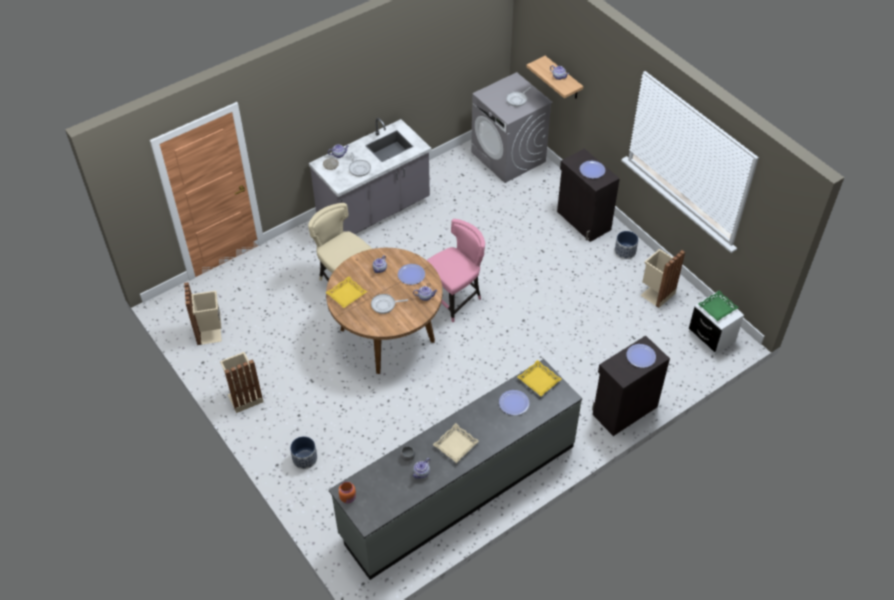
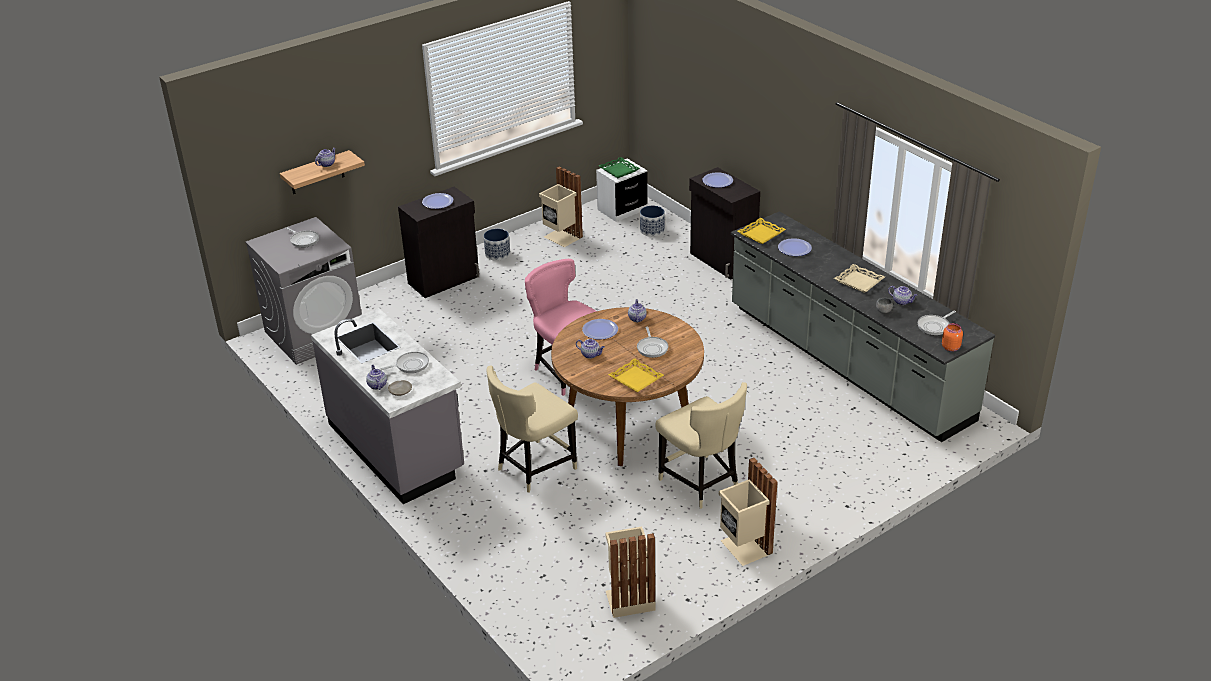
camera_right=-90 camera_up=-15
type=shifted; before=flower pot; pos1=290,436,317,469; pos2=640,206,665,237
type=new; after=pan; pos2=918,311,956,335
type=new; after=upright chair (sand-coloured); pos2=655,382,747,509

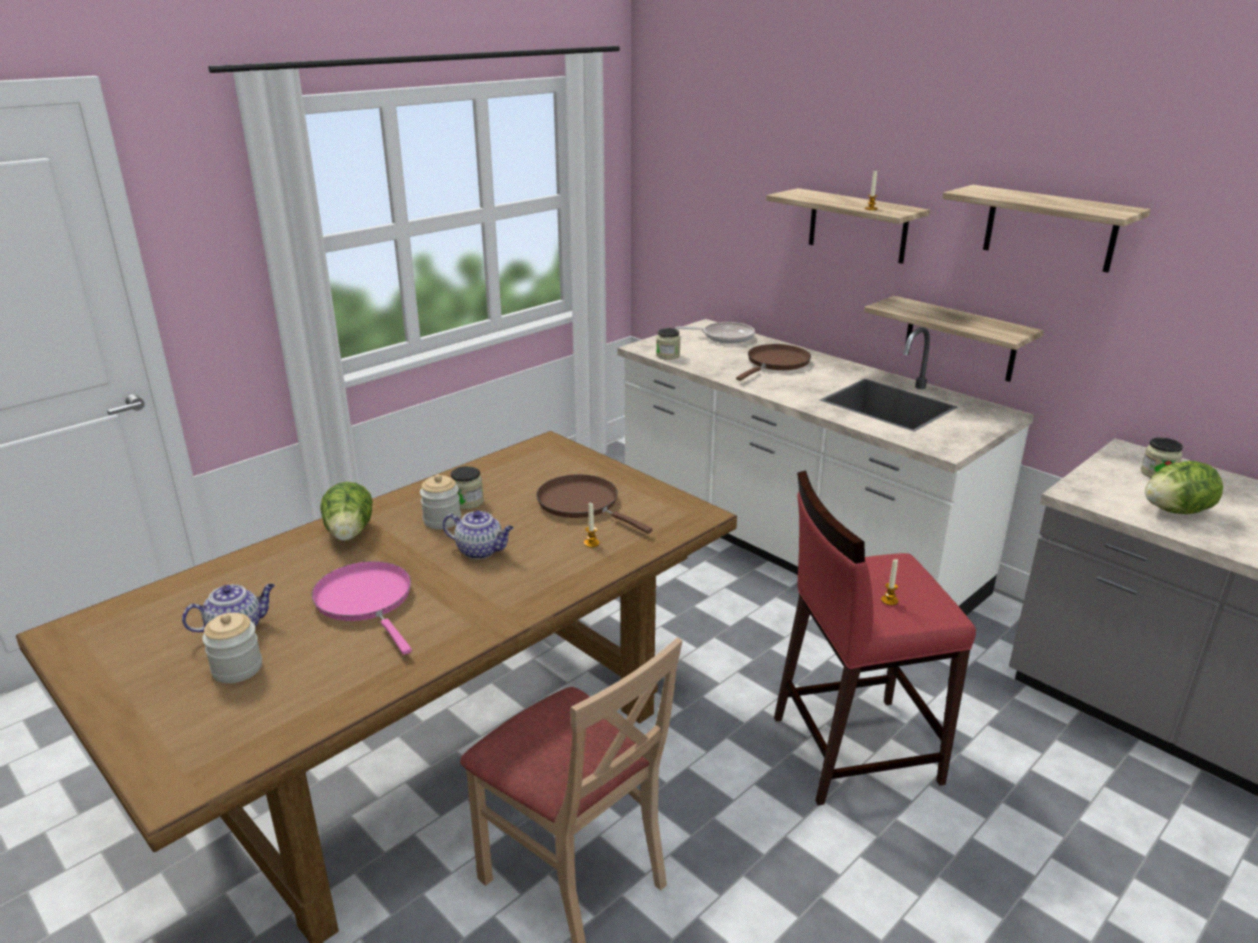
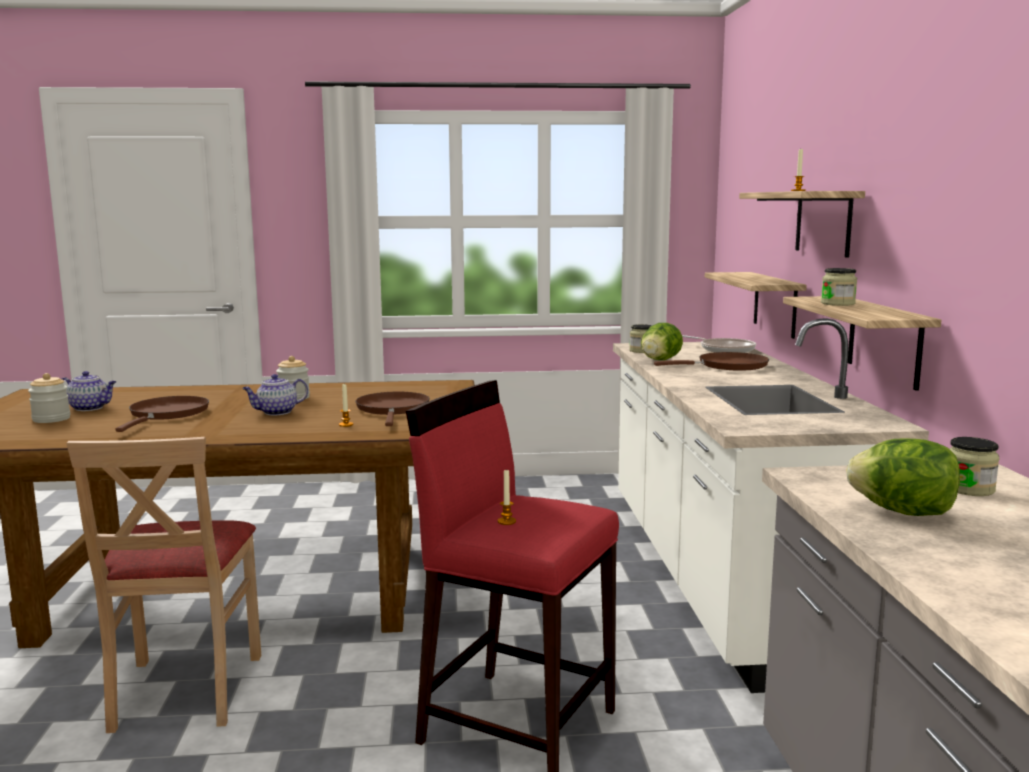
camera_right=40 camera_up=-15
type=shifted; before=wall shelf; pos1=942,185,1151,273; pos2=705,272,807,339
type=shifted; before=jar; pos1=451,466,484,509; pos2=821,268,857,306
type=shifted; before=lettuce; pos1=320,482,373,541; pos2=641,323,683,360
type=rotated; before=teapot; pos1=443,510,514,559; pos2=242,374,308,415; turn=90
type=repainted; before=pan (pinkish); after=pan (brownish); pos1=312,561,412,655; pos2=116,396,209,432

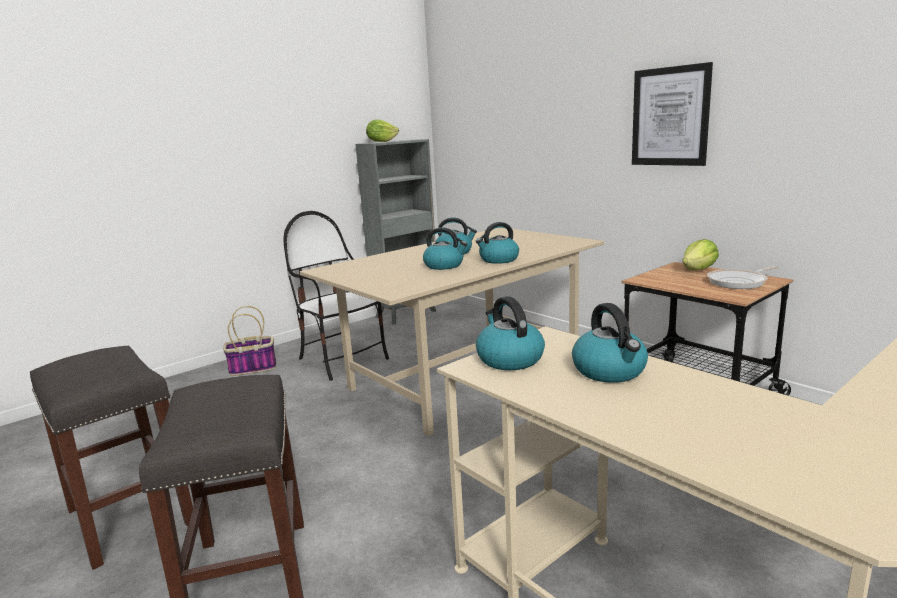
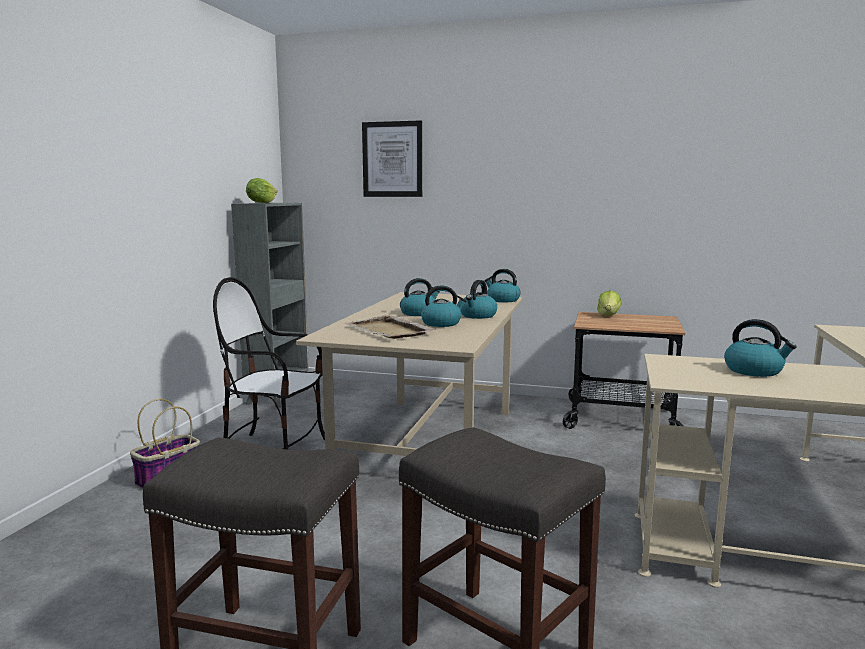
camera_right=-35 camera_up=-5
type=shifted; before=wall picture; pos1=632,62,713,166; pos2=362,120,422,197
type=gone; before=pan; pos1=707,266,779,289
type=shifted; before=tea kettle; pos1=476,296,545,370; pos2=485,269,521,302
type=new; after=carrying tray (sand-coloured); pos2=343,315,436,339

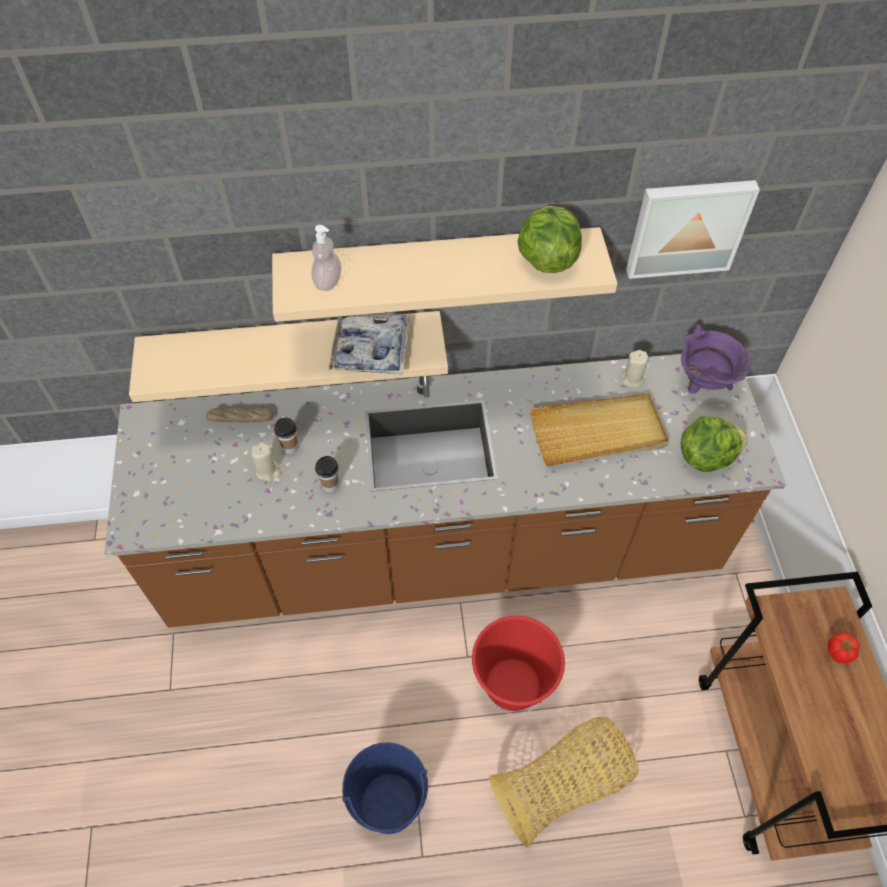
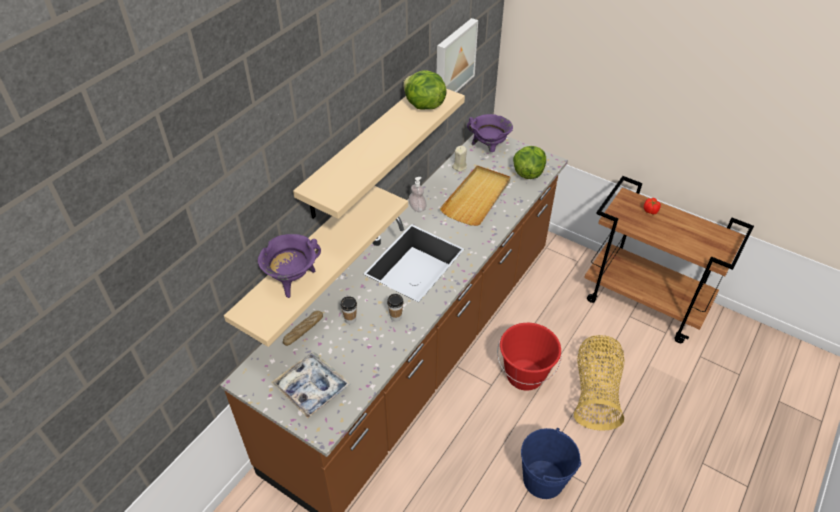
camera_right=-50 camera_up=-10
type=shifted; before=soap dispenser; pos1=311,225,341,291; pos2=409,177,427,212
type=shifted; before=carrying tray; pos1=328,313,410,375; pos2=271,352,351,418
type=gone; before=wax light (sand-coloured); pos1=251,442,280,481
type=new; after=cooking pot (purple); pos2=258,234,321,298

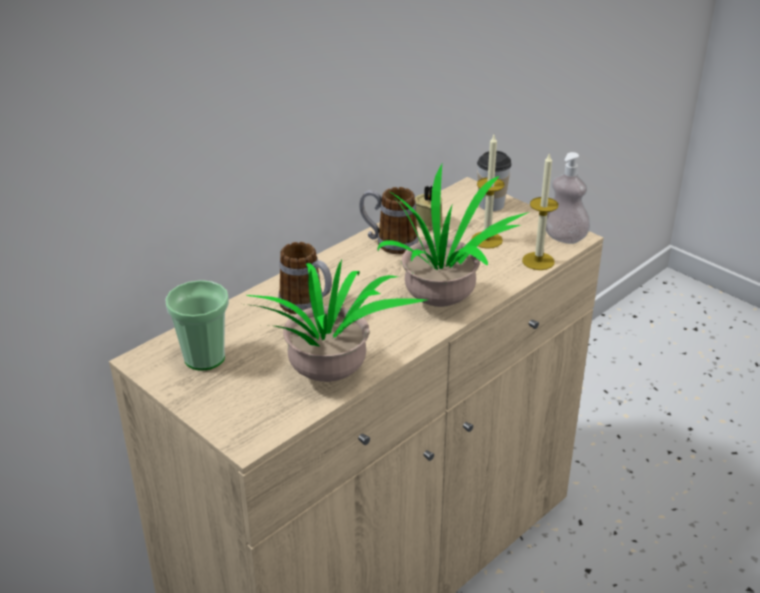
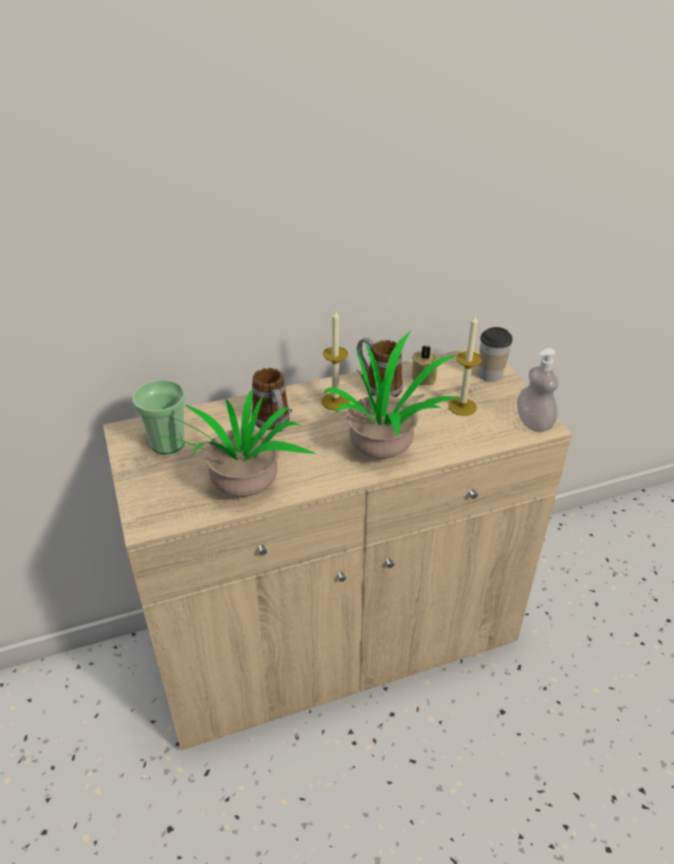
camera_right=25 camera_up=5
type=shifted; before=wax light; pos1=522,152,558,270; pos2=321,309,350,411

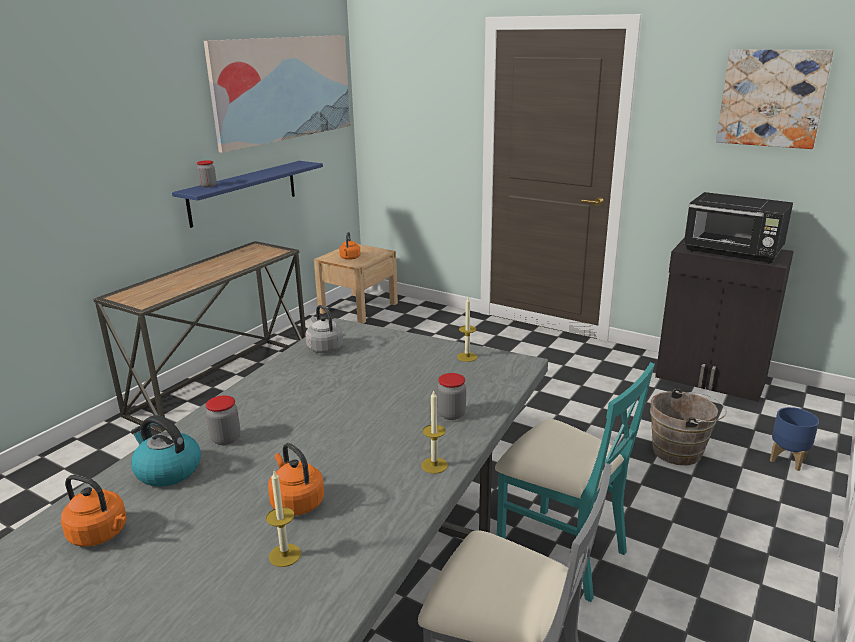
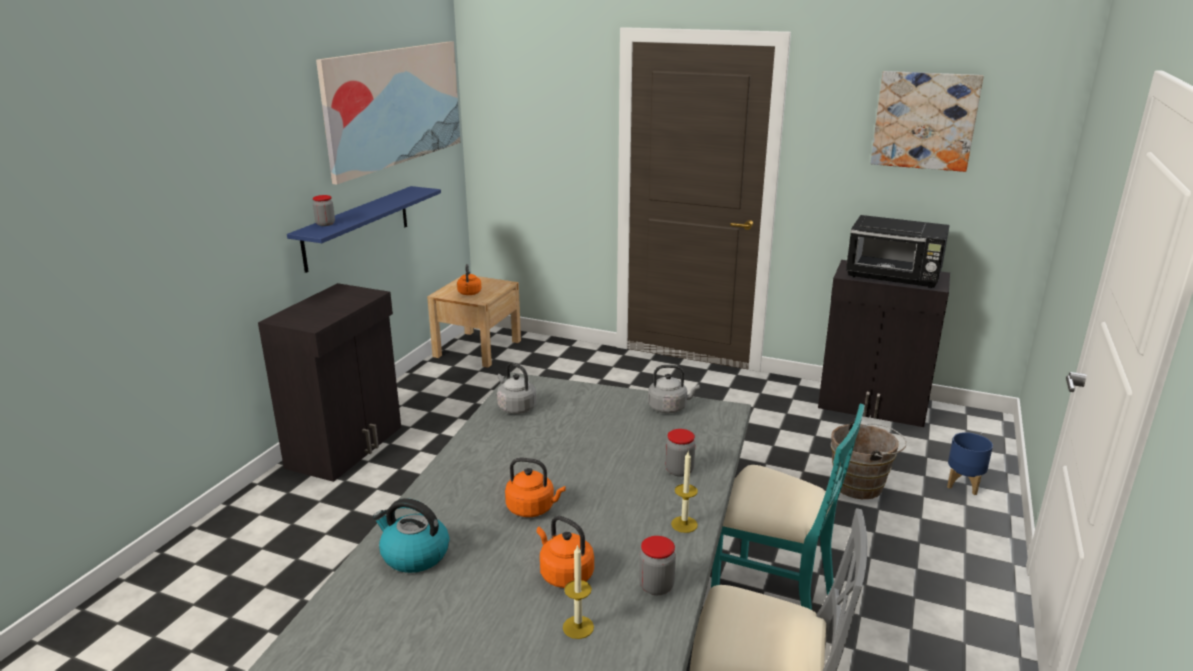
camera_right=-10 camera_up=0
type=swapped; before=hall table; after=storage cabinet (black-coloured); pos1=93,241,306,433; pos2=258,283,401,482
type=swapped; before=wax light; after=tea kettle (gray); pos1=457,297,477,362; pos2=648,365,700,413
type=shifted; before=jar; pos1=206,395,240,445; pos2=639,536,676,595
type=shifted; before=tea kettle (orange-coloured); pos1=61,475,127,547; pos2=505,458,566,517

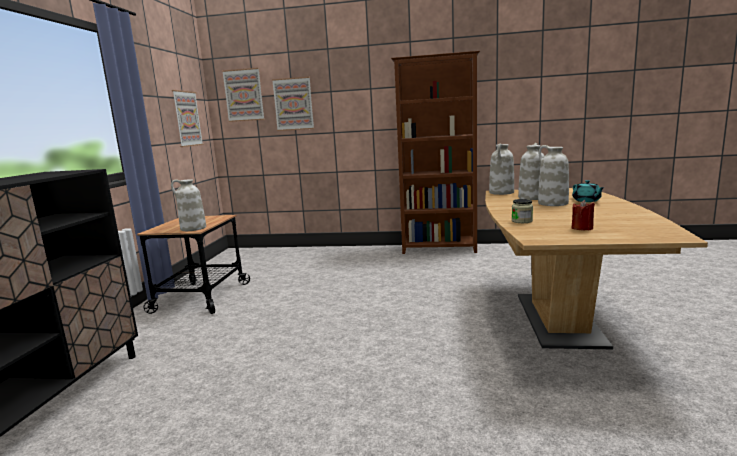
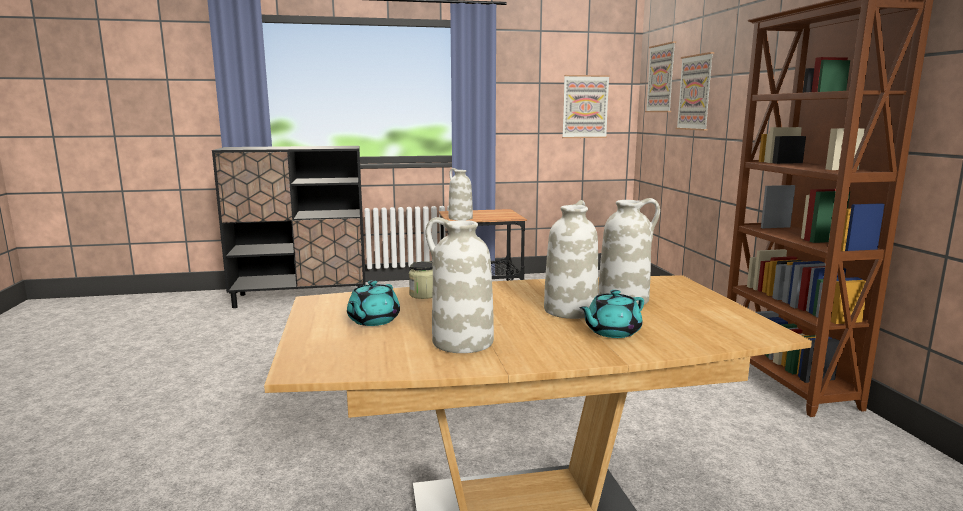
camera_right=70 camera_up=0
type=shifted; before=vase (white-coloured); pos1=489,143,514,195; pos2=425,217,494,353
type=swapped; before=wax light (reddish); after=teapot (turquoise-coloured); pos1=572,200,595,231; pos2=347,280,400,326

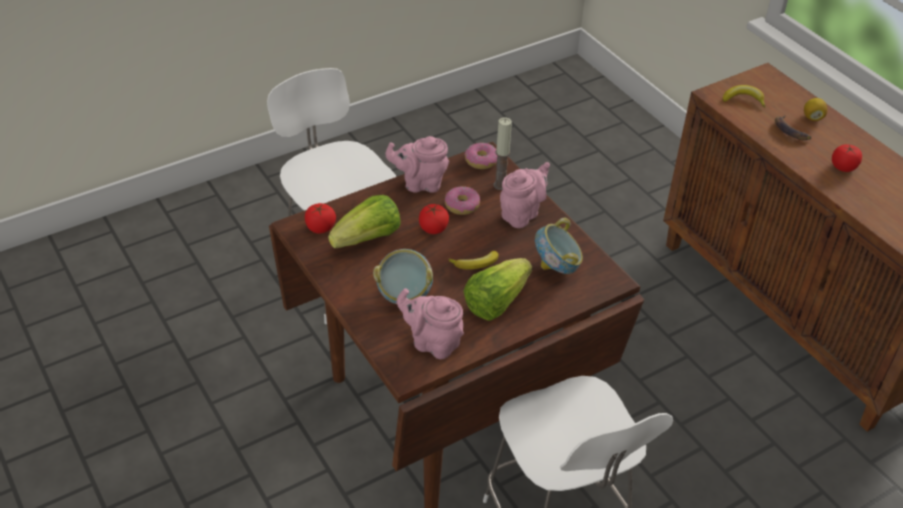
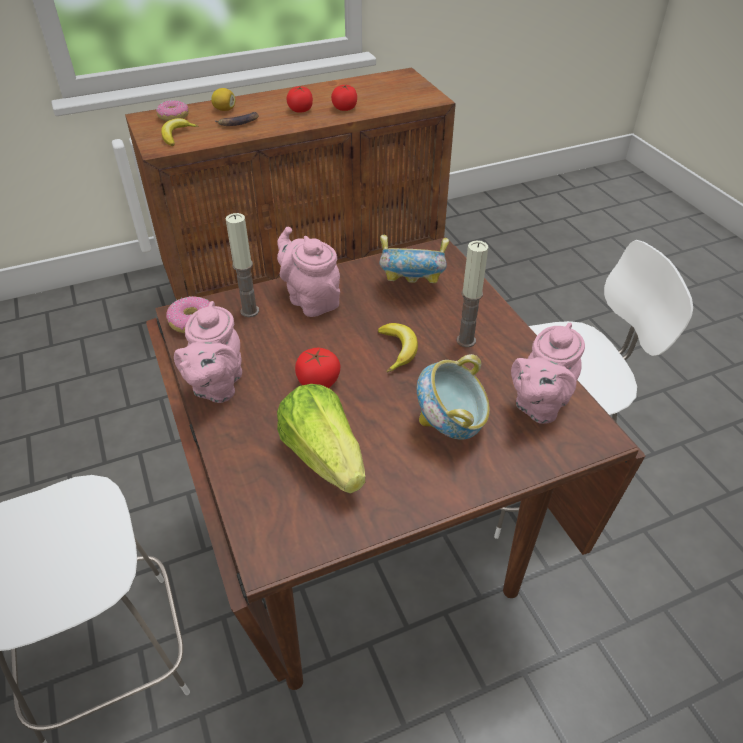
camera_right=-80 camera_up=0
type=shifted; before=ring doughnut; pos1=445,187,480,215; pos2=156,100,189,121
type=shifted; before=whole tomato; pos1=305,203,336,233; pos2=331,85,357,111
type=swapped; before=lettuce; after=wax light; pos1=464,258,532,321; pos2=456,241,488,347

